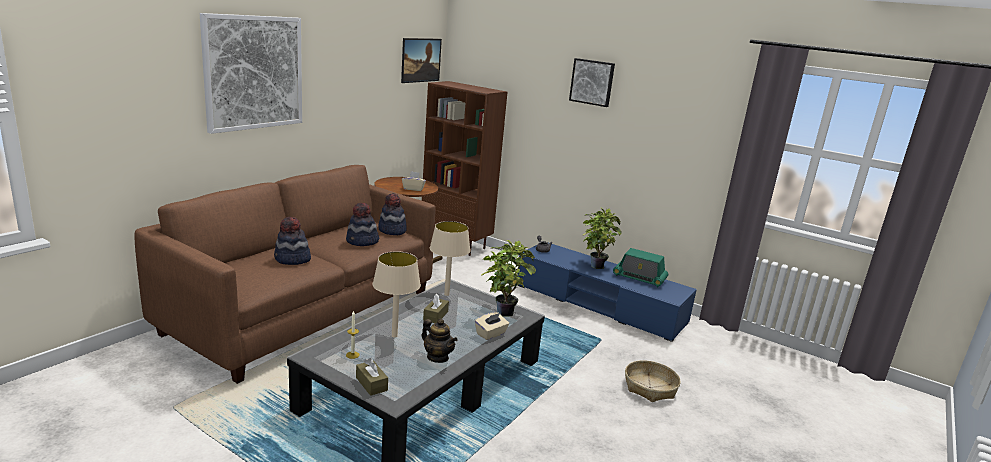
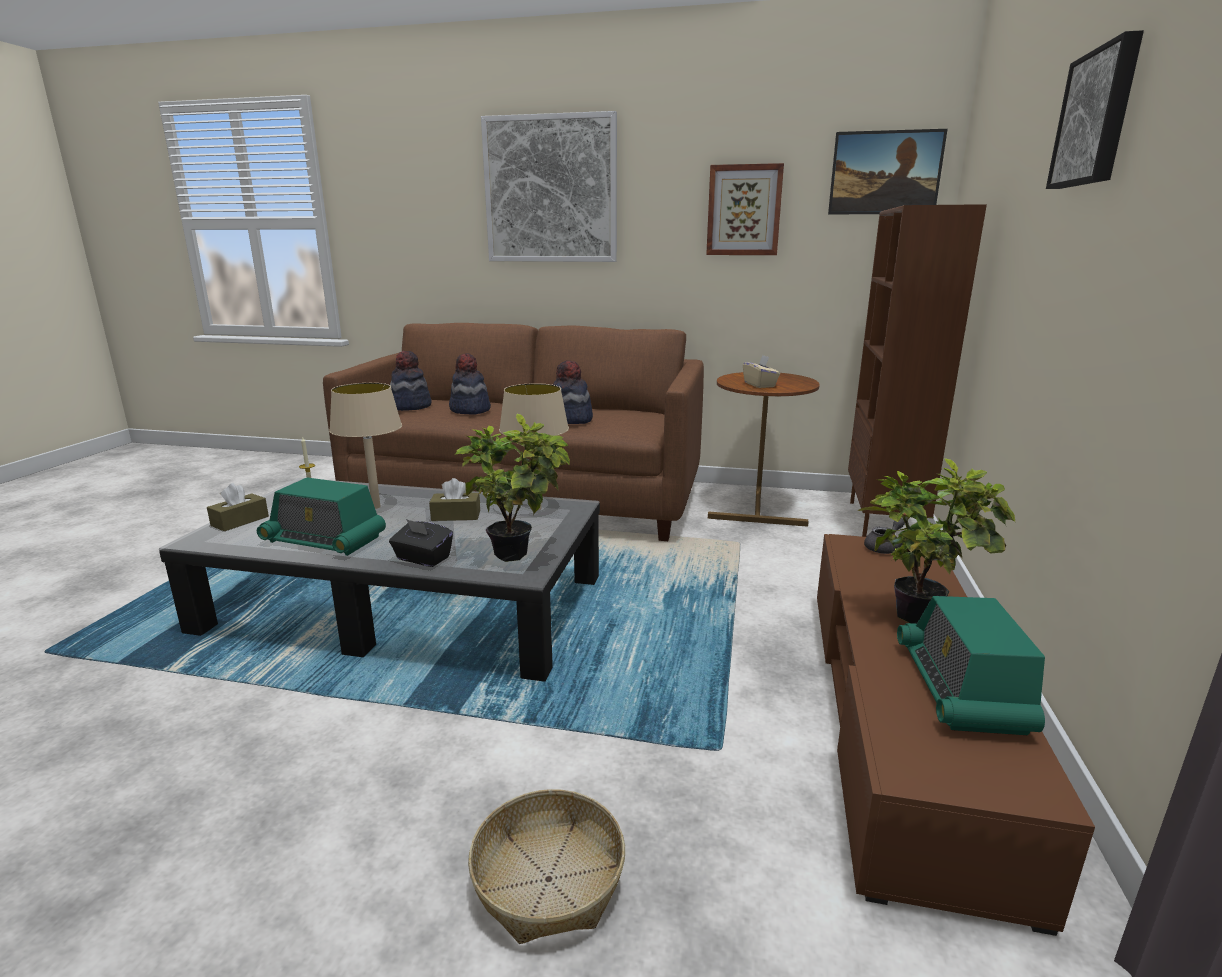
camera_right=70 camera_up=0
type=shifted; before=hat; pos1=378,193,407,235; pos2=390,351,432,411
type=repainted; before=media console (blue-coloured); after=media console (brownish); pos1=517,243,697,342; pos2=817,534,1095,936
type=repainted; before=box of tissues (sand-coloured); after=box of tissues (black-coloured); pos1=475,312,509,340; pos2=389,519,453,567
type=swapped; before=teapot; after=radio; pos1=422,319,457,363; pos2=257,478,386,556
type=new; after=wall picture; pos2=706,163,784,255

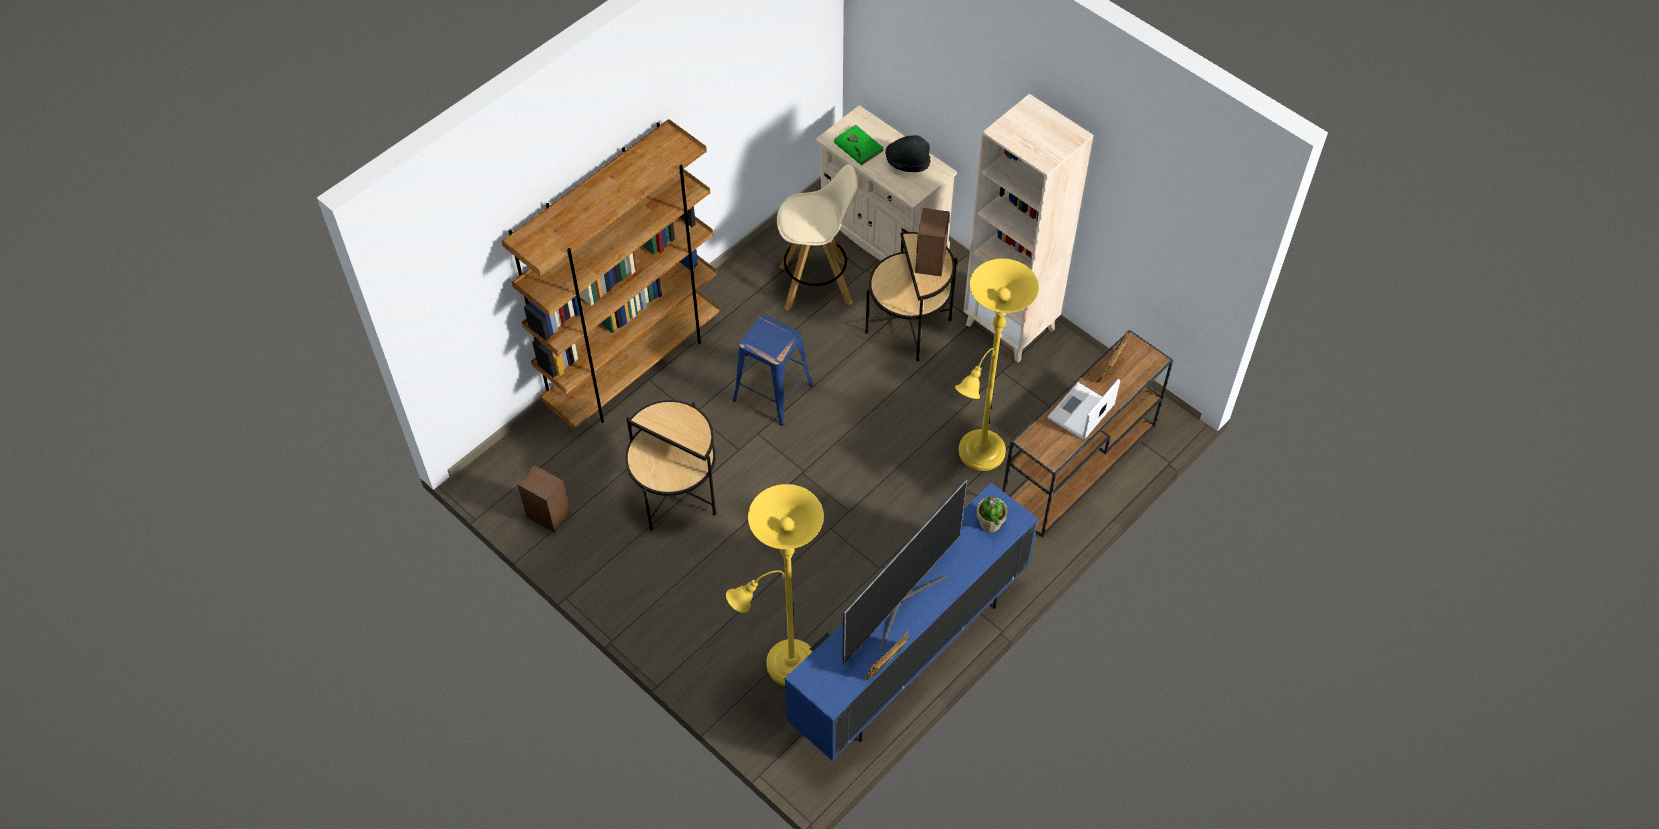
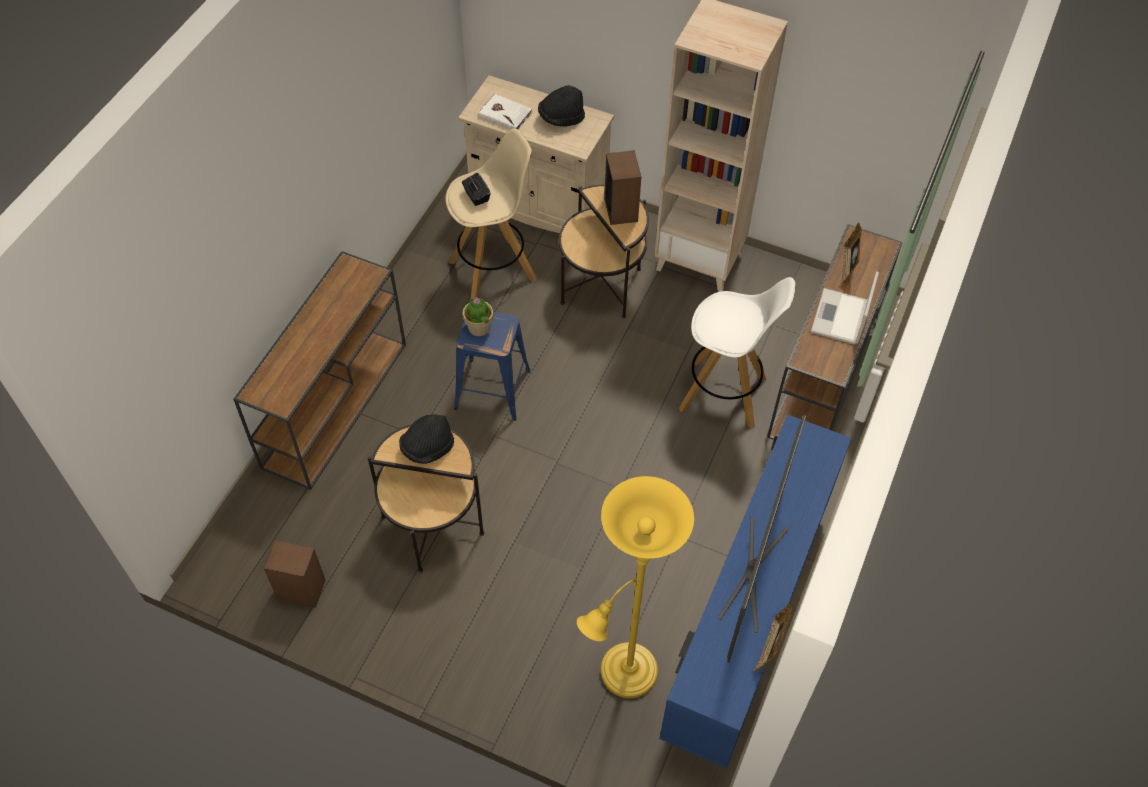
camera_right=-20 camera_up=0
type=swapped; before=bookcase (brownish); after=hall table (brownish); pos1=502,119,720,429; pos2=233,251,406,490
type=repainted; before=book (greenish); after=book (white-coloured); pos1=834,125,884,165; pos2=479,94,533,130
type=swapped; before=standing lamp (yellowish); after=sitting stool (white-coloured); pos1=955,259,1039,471; pos2=679,277,796,429
type=shifted; before=houseplant; pos1=977,496,1007,532; pos2=463,297,493,336
type=new; after=box of tissues (black-coloured); pos2=462,173,490,206
type=new; after=hat (black-coloured); pos2=399,414,454,464

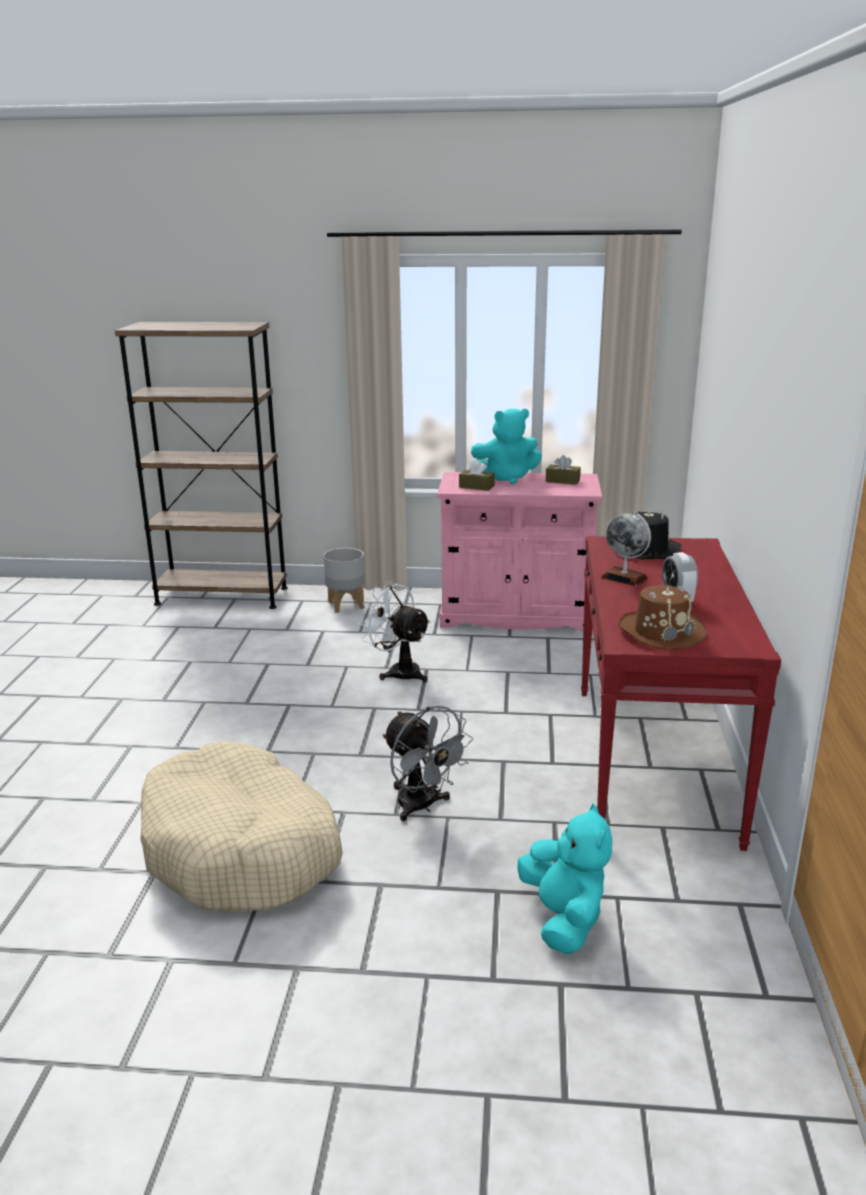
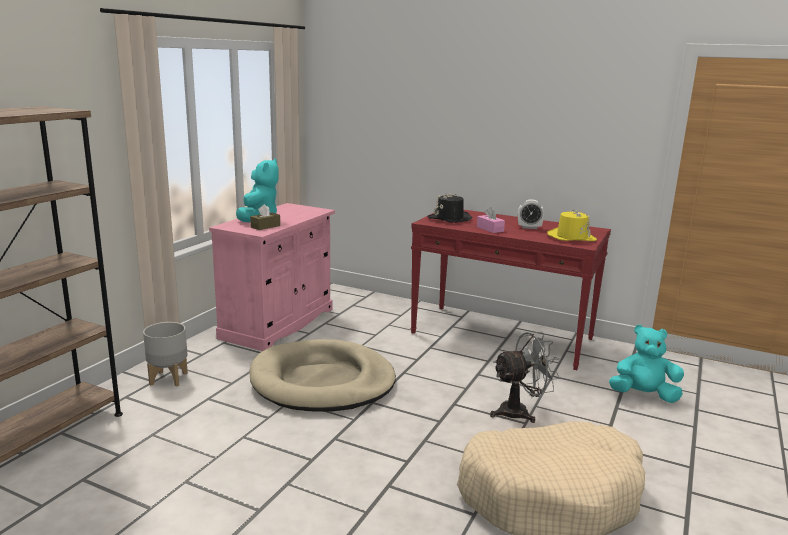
camera_right=-70 camera_up=-5
type=gone; before=box of tissues (brownish); pos1=546,455,581,485
type=swapped; before=desk globe; after=box of tissues (pinkish); pos1=601,513,651,586; pos2=477,207,505,233
type=swapped; before=fan (white-coloured); after=dog bed (sand-coloured); pos1=358,581,431,683; pos2=249,339,396,412
type=repainted; before=hat (brownish); after=hat (yellowish); pos1=619,585,707,649; pos2=547,209,597,241

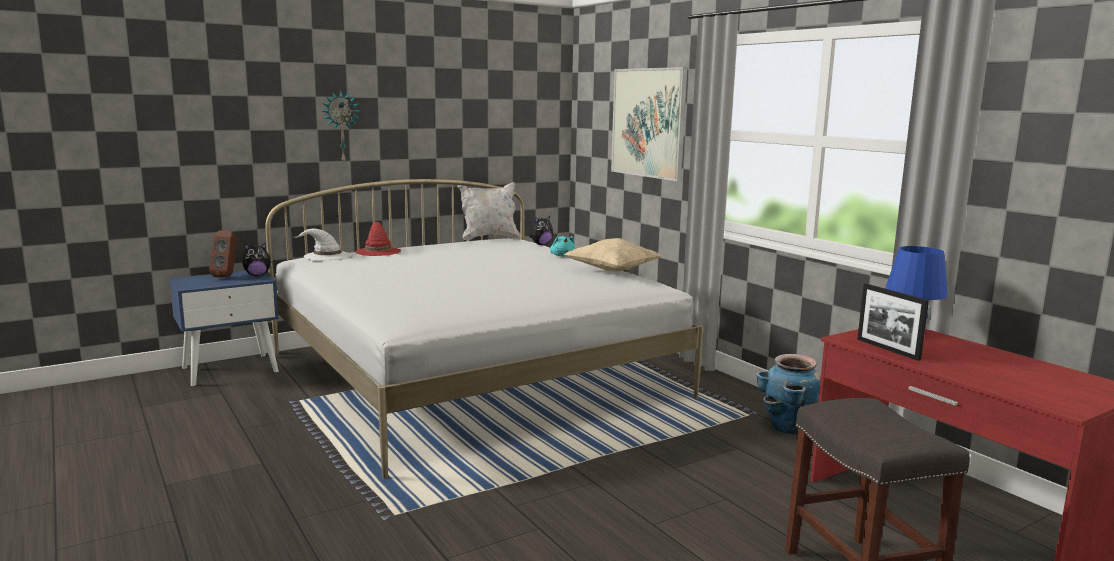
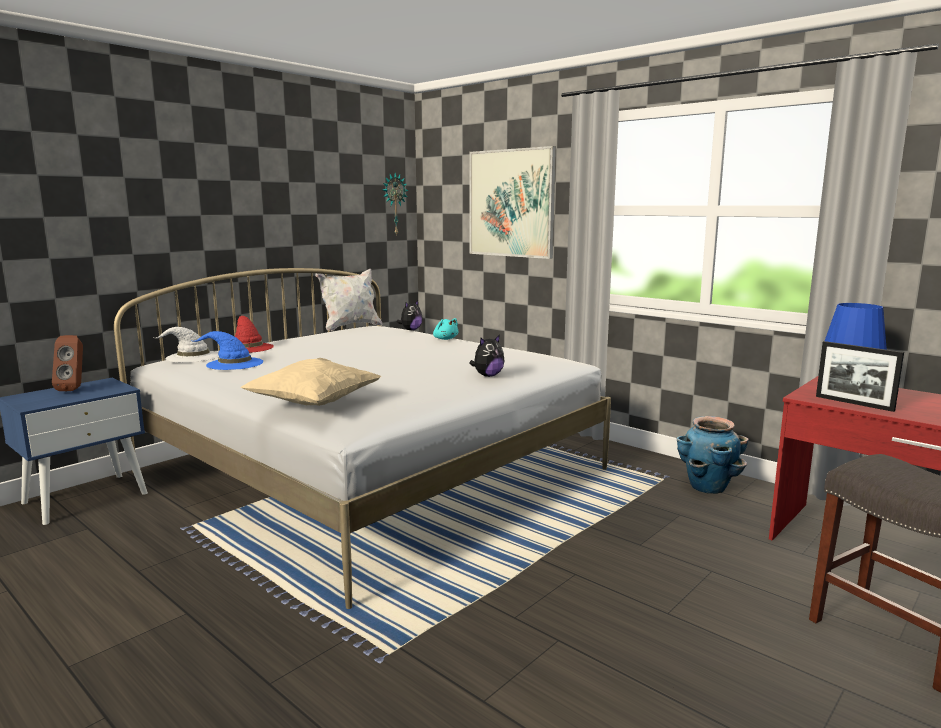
camera_right=-15 camera_up=0
type=shifted; before=clock on the wall; pos1=322,91,361,162; pos2=383,173,408,236
type=shifted; before=throw pillow (sand-coloured); pos1=563,238,662,272; pos2=240,358,381,406
type=shifted; before=soft toy; pos1=242,242,273,276; pos2=469,335,505,377
type=new; after=hat (blue-coloured); pos2=190,331,263,370

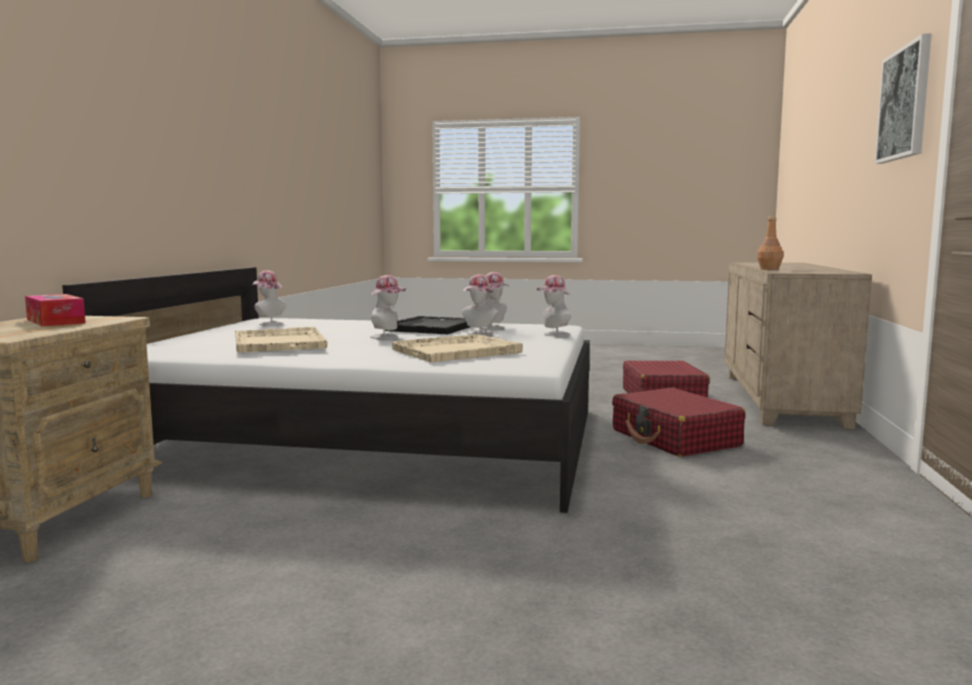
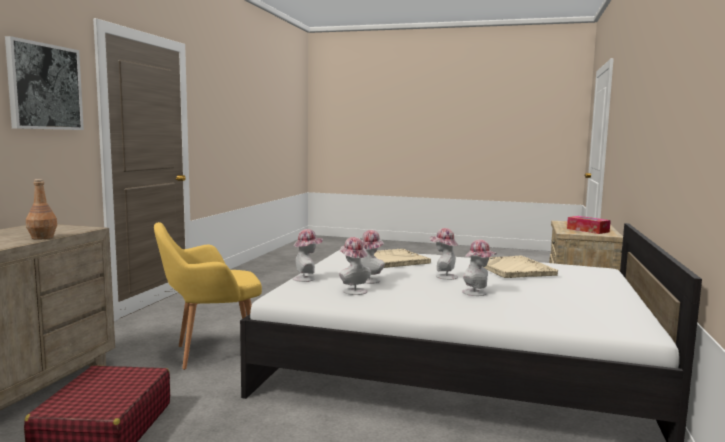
camera_right=-175 camera_up=0
type=shifted; before=hat; pos1=253,270,286,326; pos2=462,240,497,296
type=gone; before=carrying tray (black-coloured); pos1=385,316,470,334
type=swapped; before=suitcase (reddish); after=easy chair (yellowish); pos1=612,387,745,457; pos2=154,222,262,370

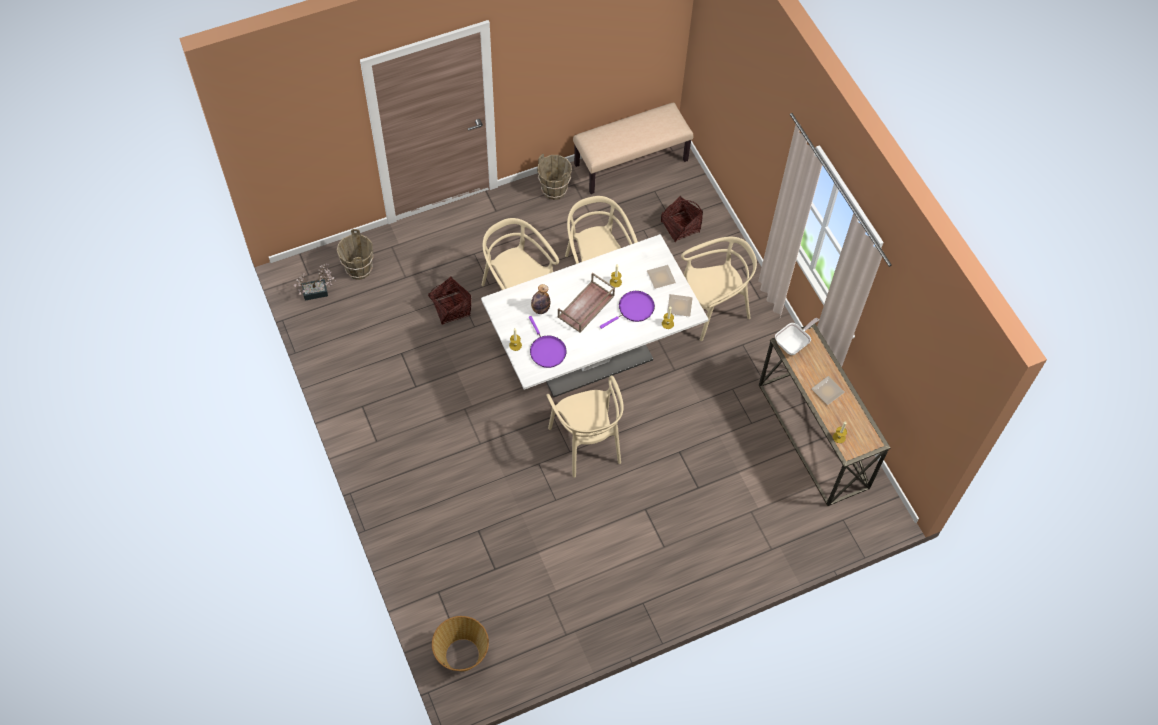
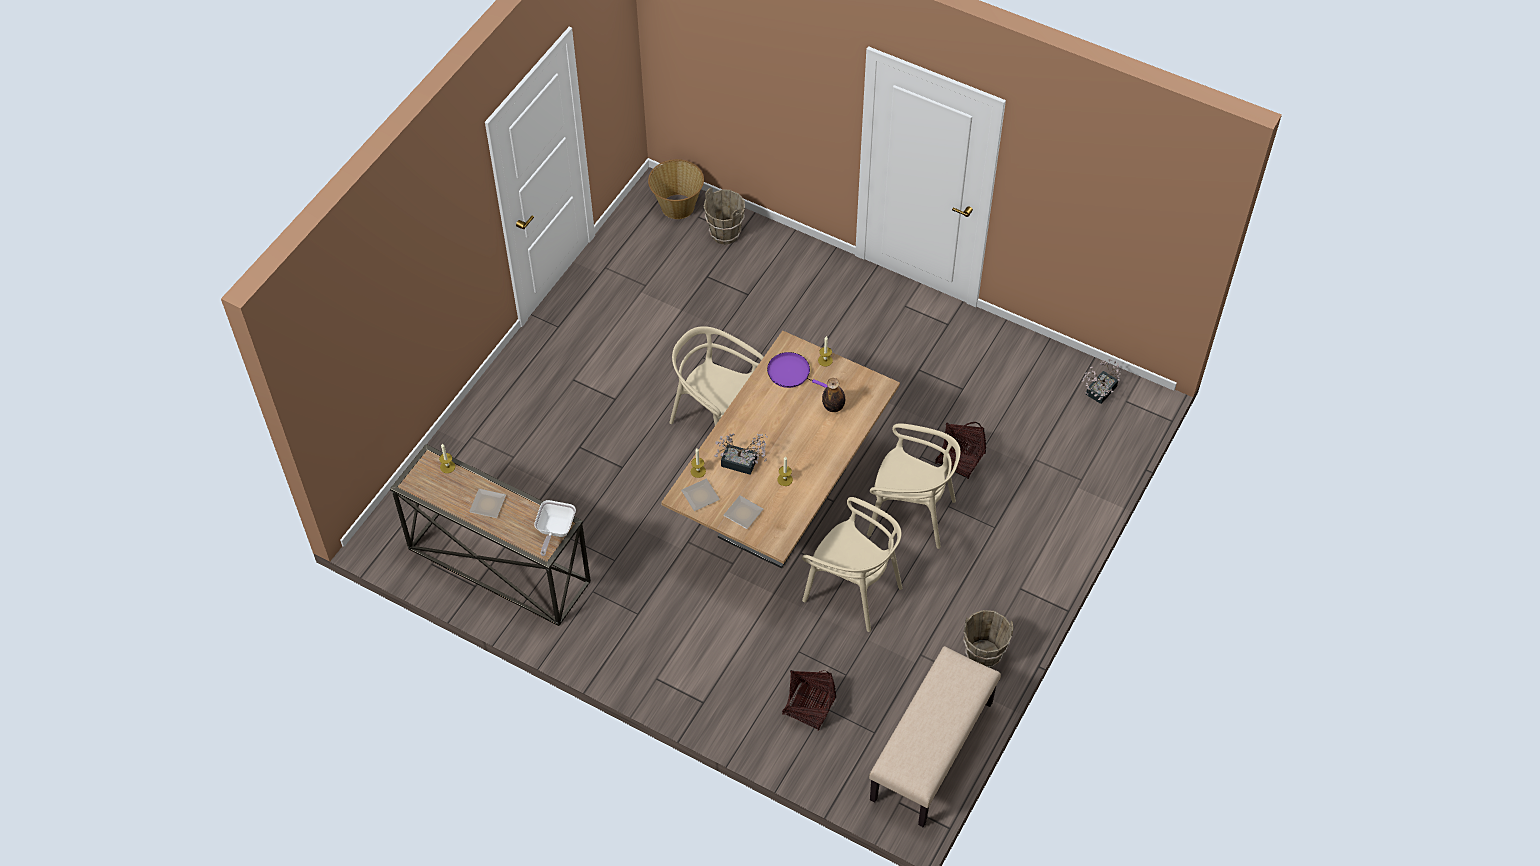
camera_right=145 camera_up=-5
type=shifted; before=bucket (brownish); pos1=337,229,374,280; pos2=704,187,745,245
type=repainted; before=kitchen table (white-coloured); after=kitchen table (brownish); pos1=481,234,709,397; pos2=661,331,900,568
type=gone; before=upright chair (sand-coloured); pos1=681,237,757,341
type=gone; before=carrying tray (brownish); pos1=558,273,615,333
type=swapped; before=pan (purple); after=houseplant; pos1=600,291,655,329; pos2=714,433,768,475

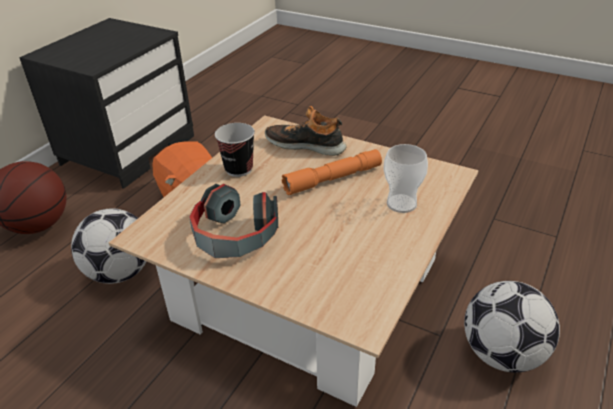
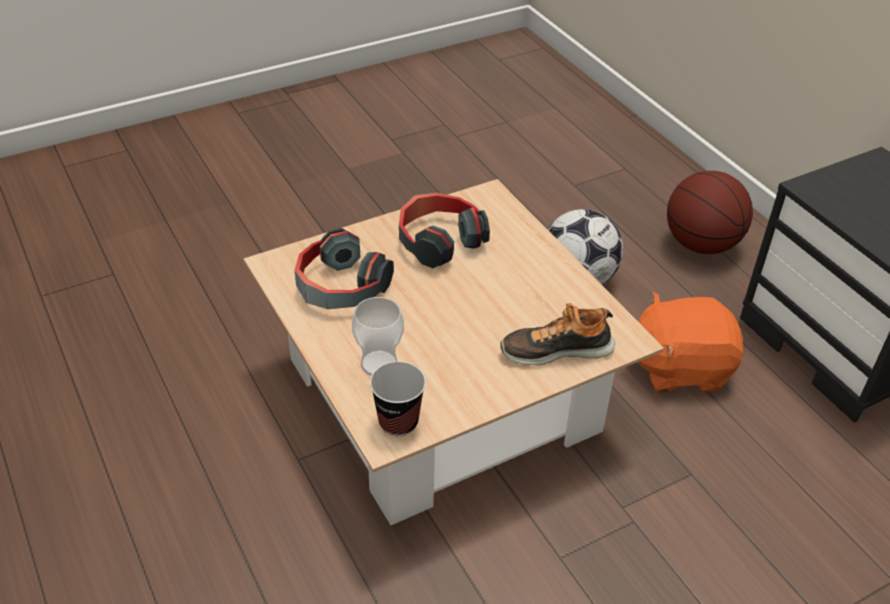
camera_right=120 camera_up=5
type=rotated; before=shoe; pos1=265,106,347,156; pos2=500,303,615,365; turn=-150
type=shifted; before=small cup; pos1=215,123,255,177; pos2=370,362,426,436
type=gone; before=flashlight (orange-coloured); pos1=282,149,382,195
type=gone; before=ball for football; pos1=464,281,560,373
type=new; after=headset; pos2=295,228,394,309

